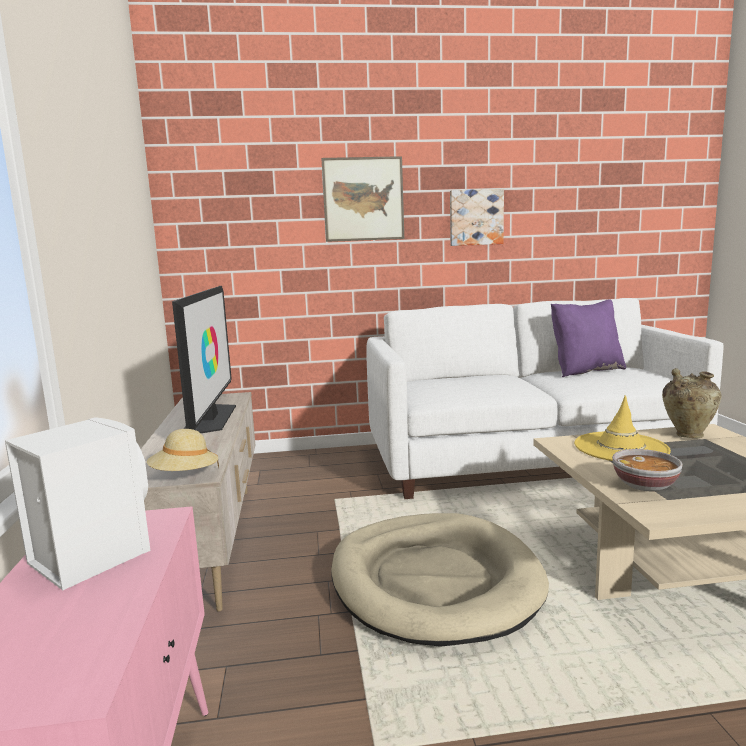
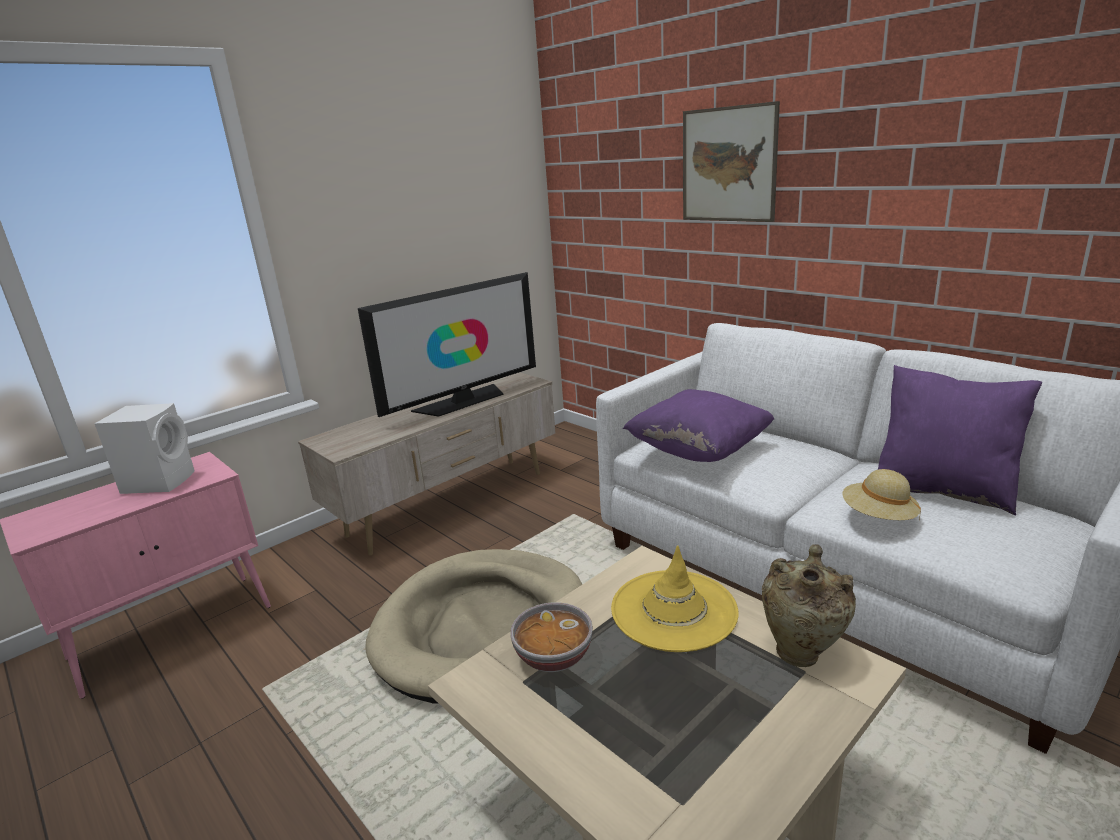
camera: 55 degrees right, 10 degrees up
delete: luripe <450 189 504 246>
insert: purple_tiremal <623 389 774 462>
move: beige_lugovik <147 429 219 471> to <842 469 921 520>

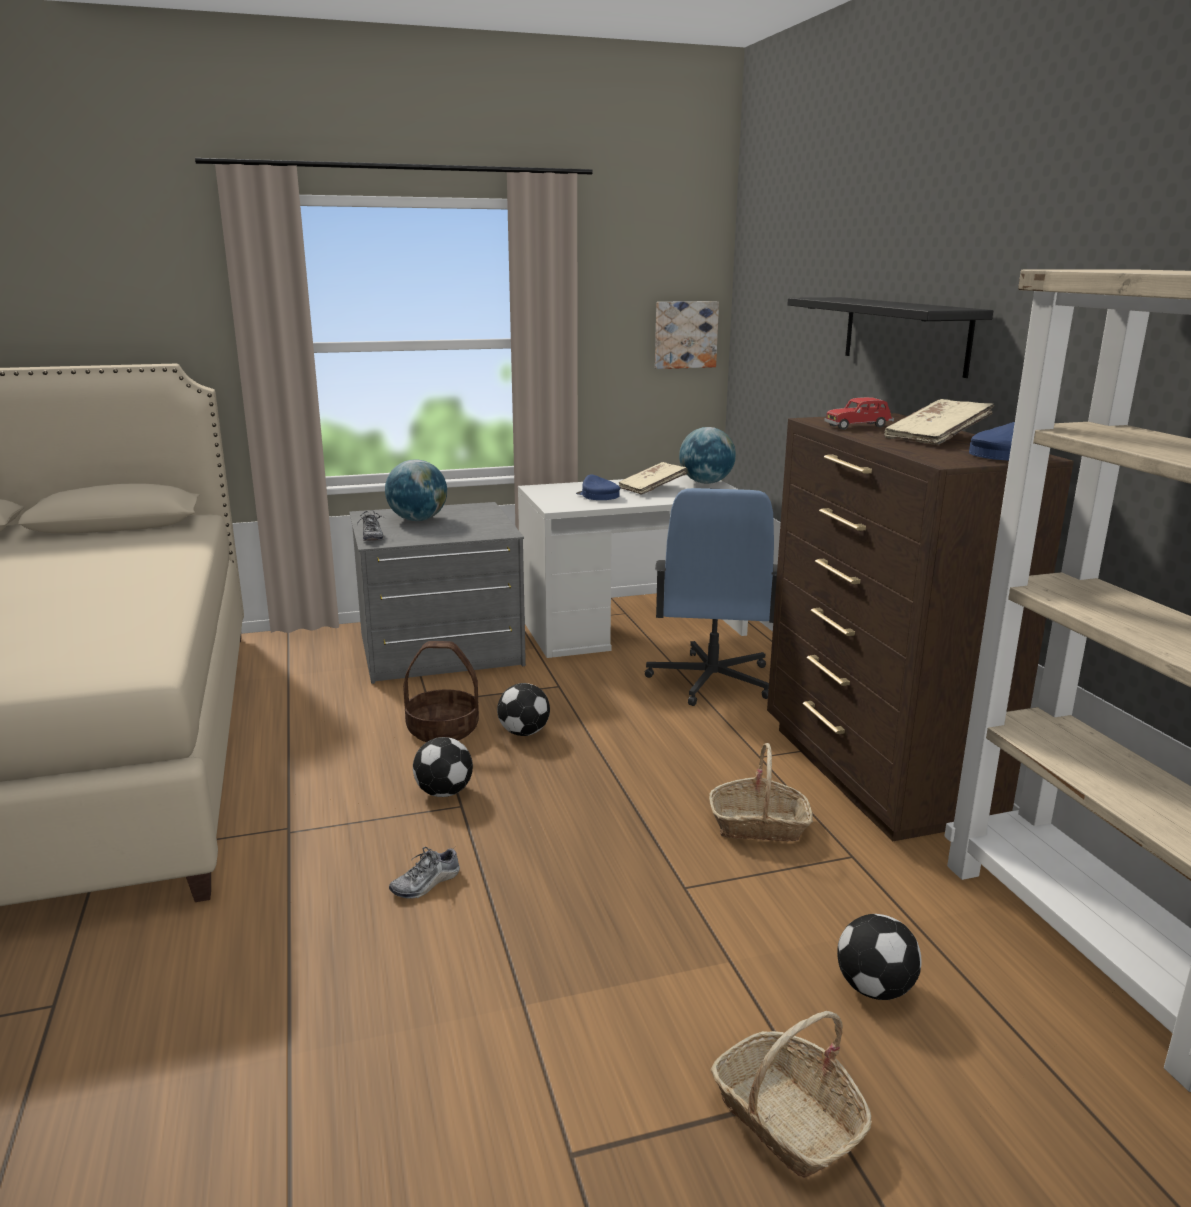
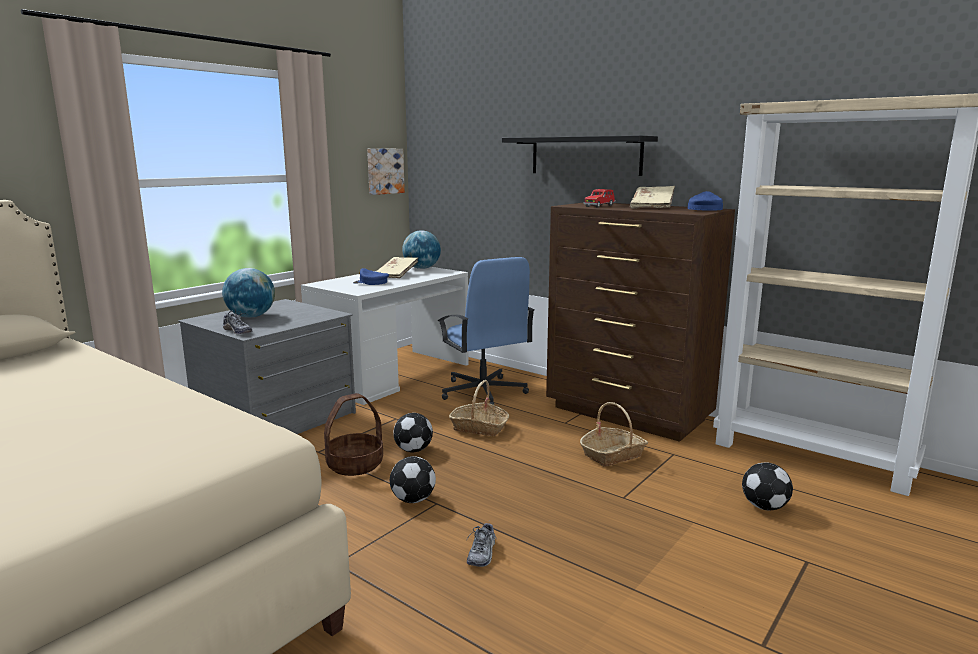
camera: 35 degrees left, 5 degrees down
move: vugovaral <711 1011 872 1178> to <449 380 509 436>

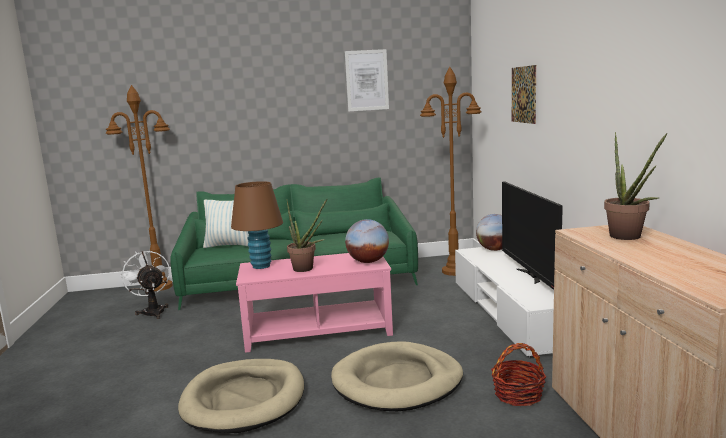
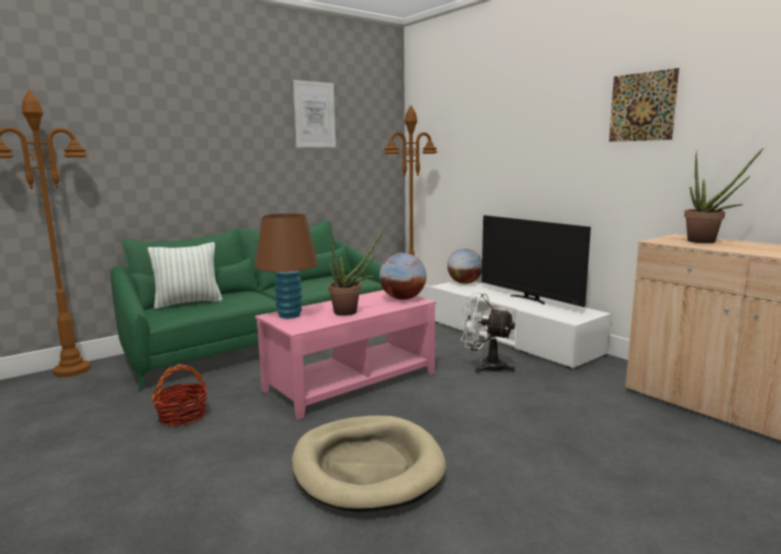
camera: 30 degrees left, 0 degrees up
delete: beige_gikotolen <331 341 463 411>
move: vugovaral <491 343 546 406> to <152 365 207 426>; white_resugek <120 250 170 319> to <460 293 515 373>; luripe <512 65 536 124> to <609 68 679 142>

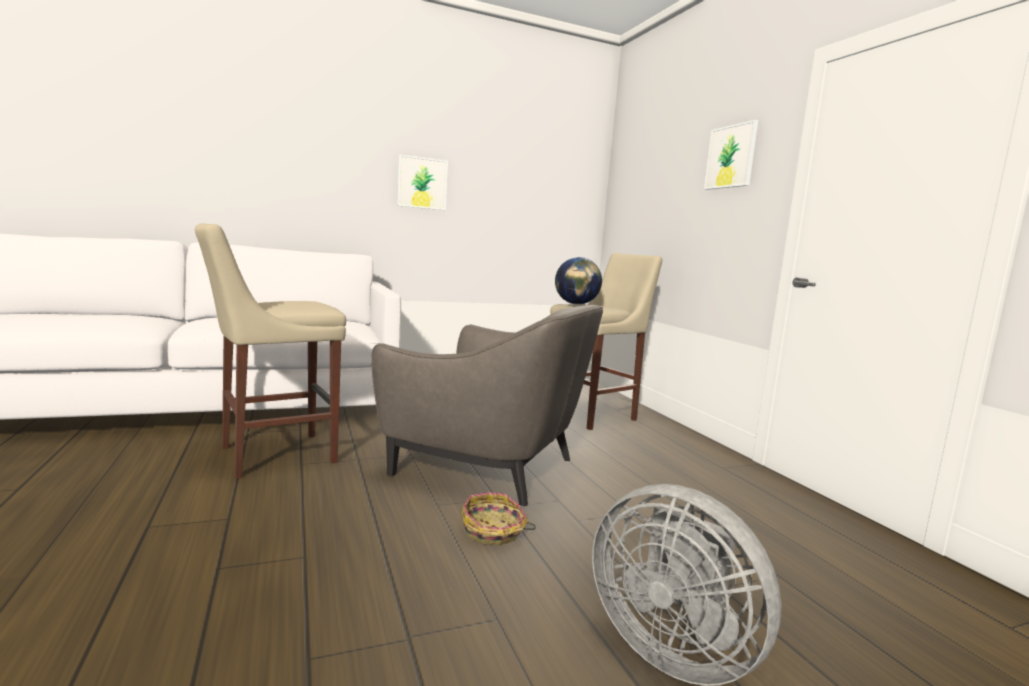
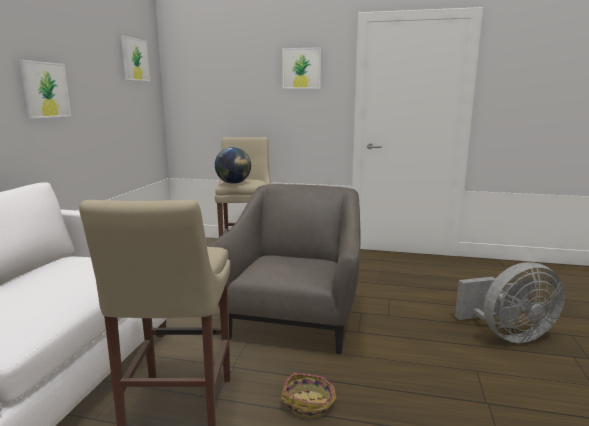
camera: 55 degrees left, 5 degrees up
insert: luripe <121 36 150 81>
move: vugovaral <461 492 536 545> to <281 373 336 419>
rotate: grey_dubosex <371 305 603 506> = <208 184 361 354> 45 degrees counterclockwise

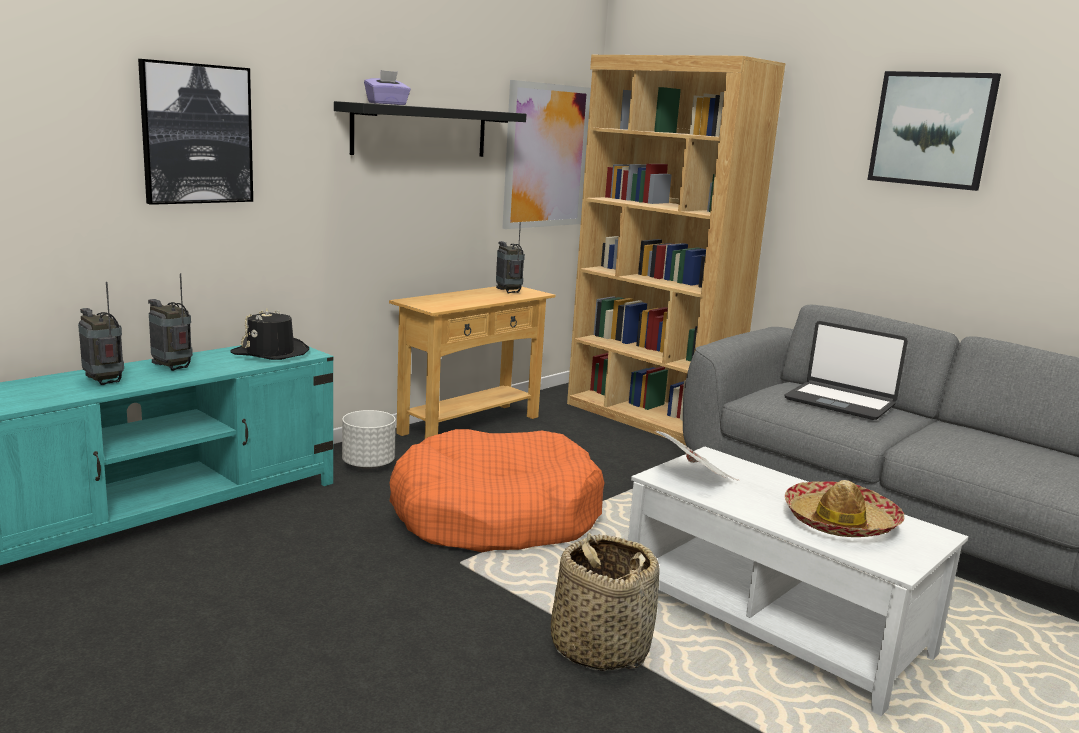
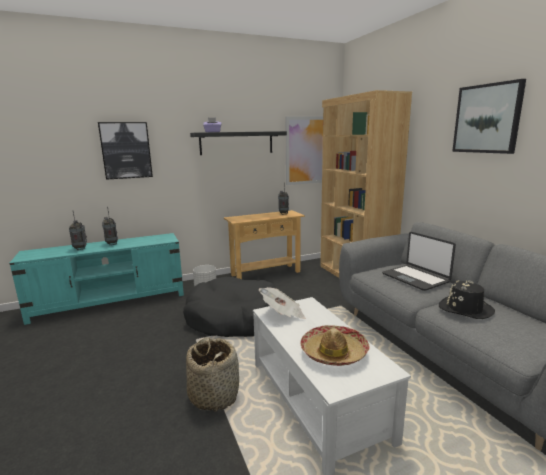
camera: 25 degrees right, 0 degrees up
move: black_lugovik <230 309 309 360> to <439 280 495 319>
recolor: orange_gikotolen <389 429 605 552> to black_gikotolen <183 277 277 337>

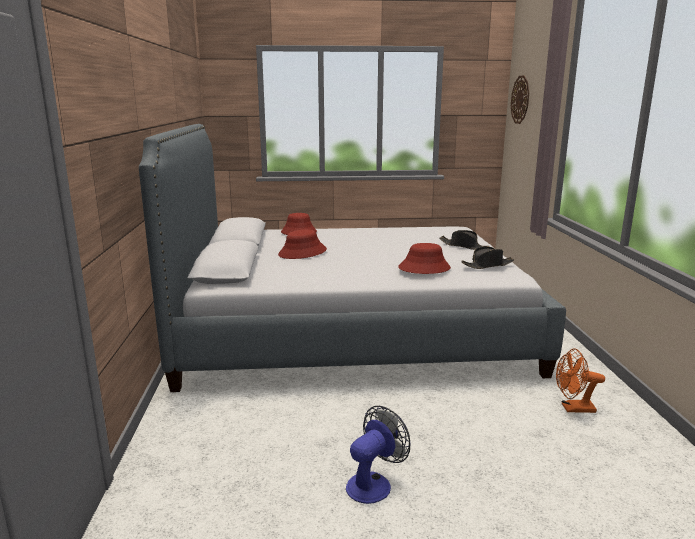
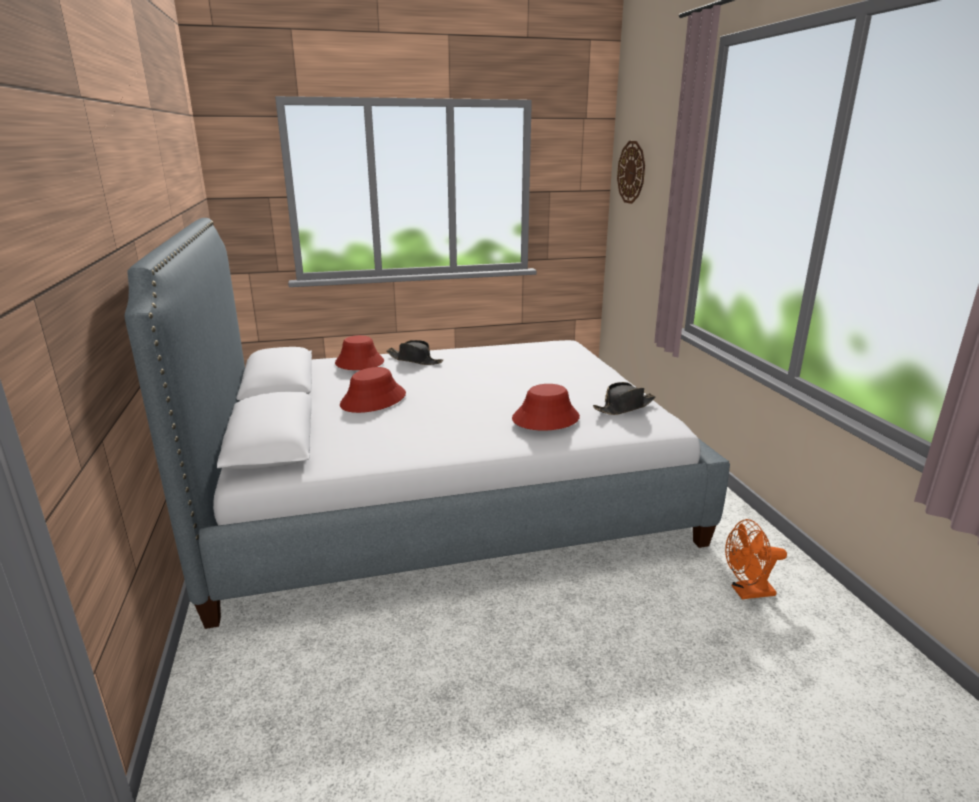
camera: 10 degrees left, 5 degrees up
delete: resugek <346 406 411 504>
move: black_lugovik <440 230 490 250> to <387 340 443 365>

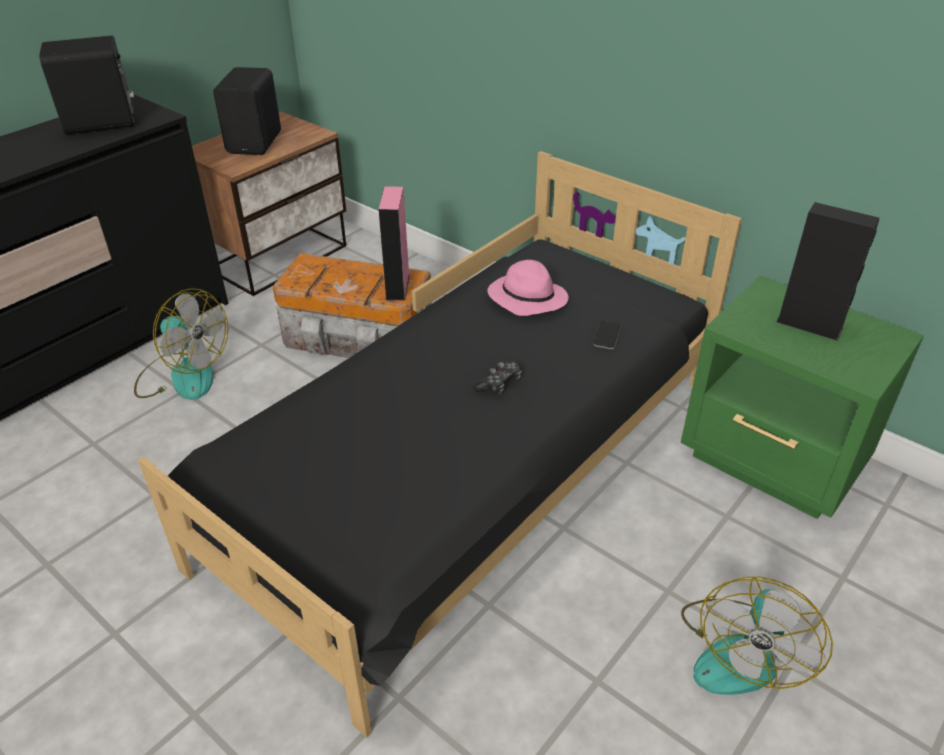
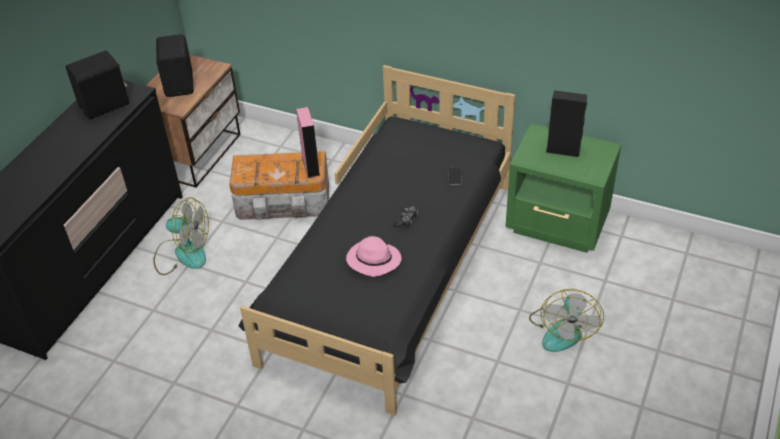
camera: 15 degrees left, 5 degrees up
move: pink_lugovik <487 260 569 316> to <346 236 402 277>

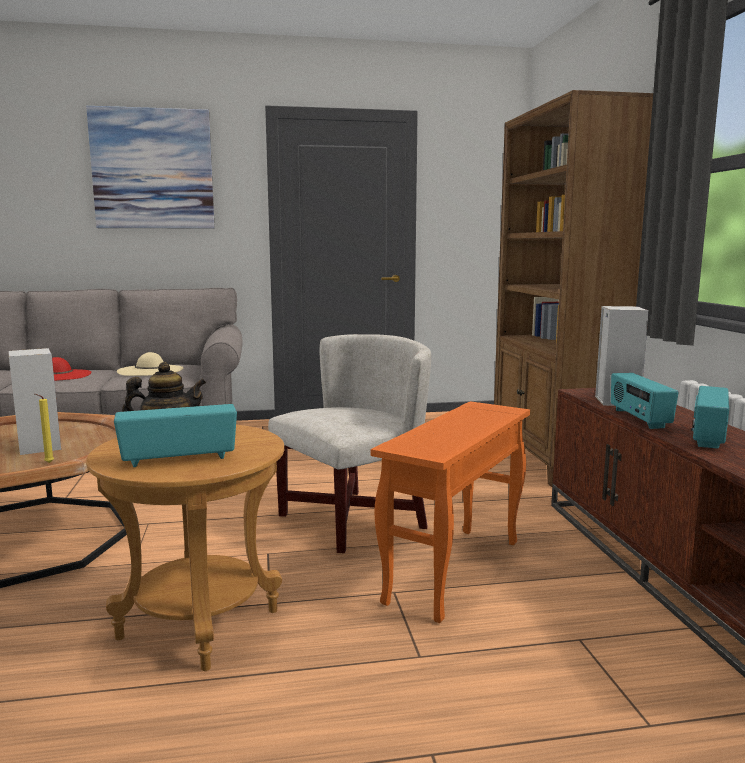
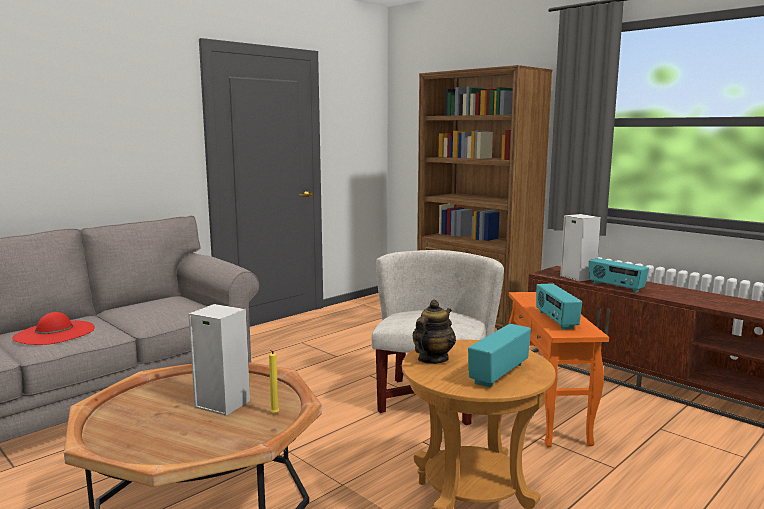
camera: 35 degrees left, 0 degrees up
delete: luripe <86 106 215 229>; beige_lugovik <117 352 183 376>
move: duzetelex <691 386 729 449> to <536 283 582 330>

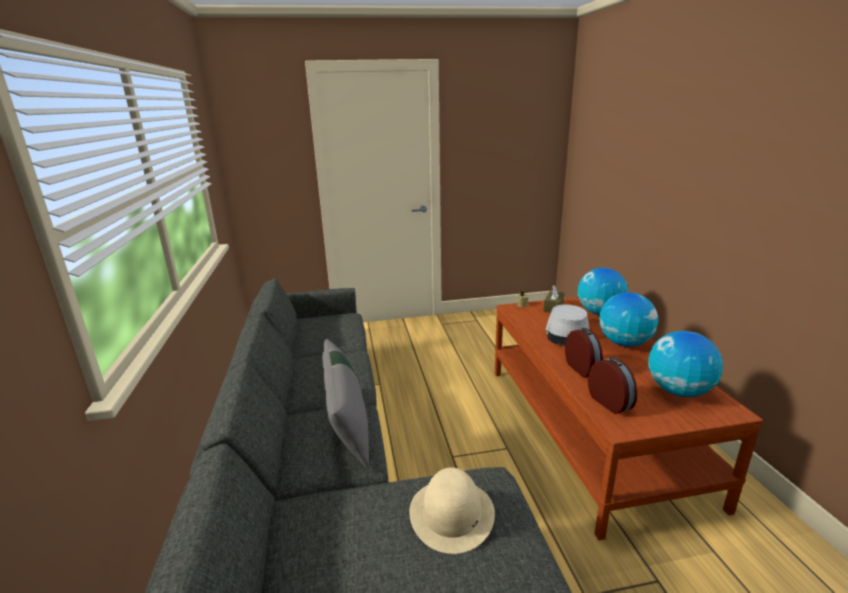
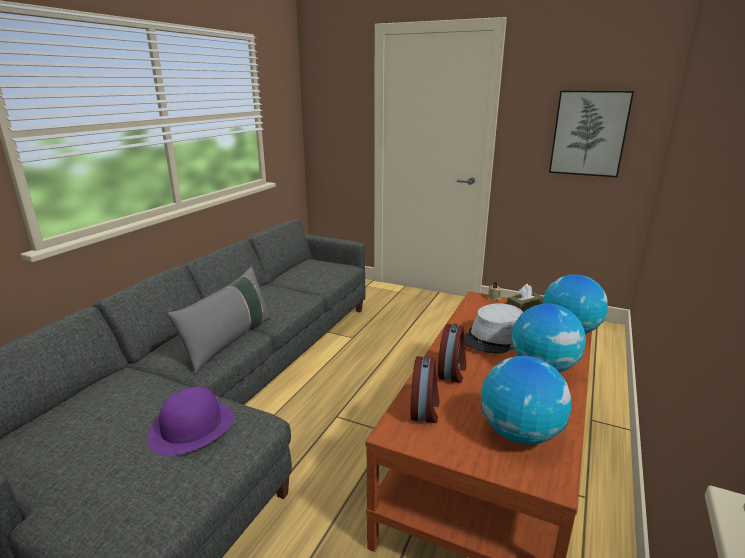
camera: 35 degrees right, 0 degrees up
insert: luripe <549 90 634 177>
recolor: beige_lugovik <409 467 495 554> to purple_lugovik <147 387 234 455>

